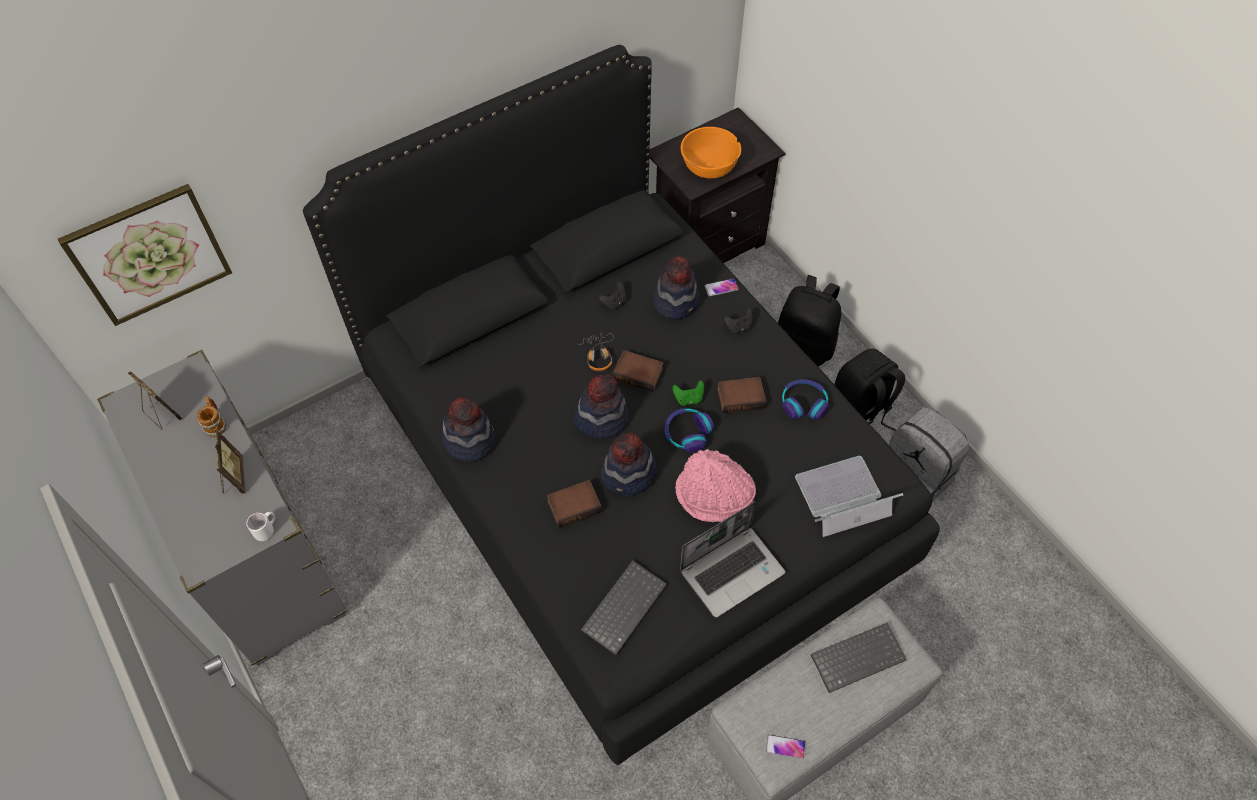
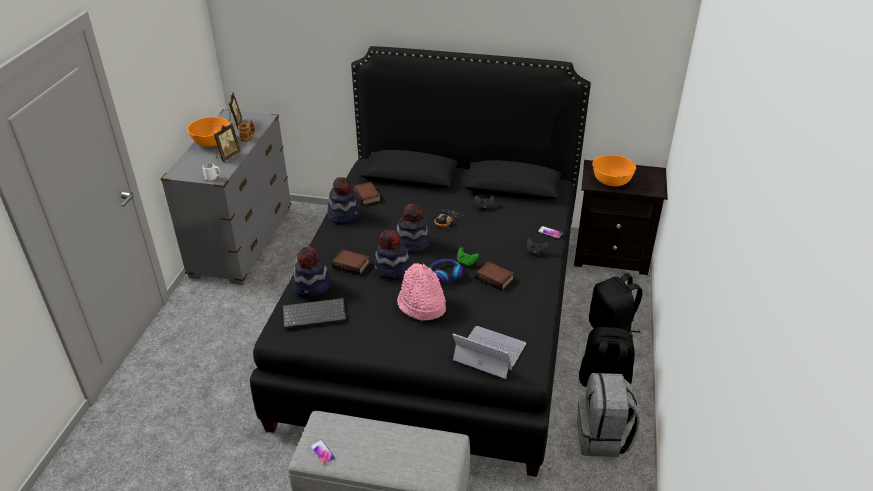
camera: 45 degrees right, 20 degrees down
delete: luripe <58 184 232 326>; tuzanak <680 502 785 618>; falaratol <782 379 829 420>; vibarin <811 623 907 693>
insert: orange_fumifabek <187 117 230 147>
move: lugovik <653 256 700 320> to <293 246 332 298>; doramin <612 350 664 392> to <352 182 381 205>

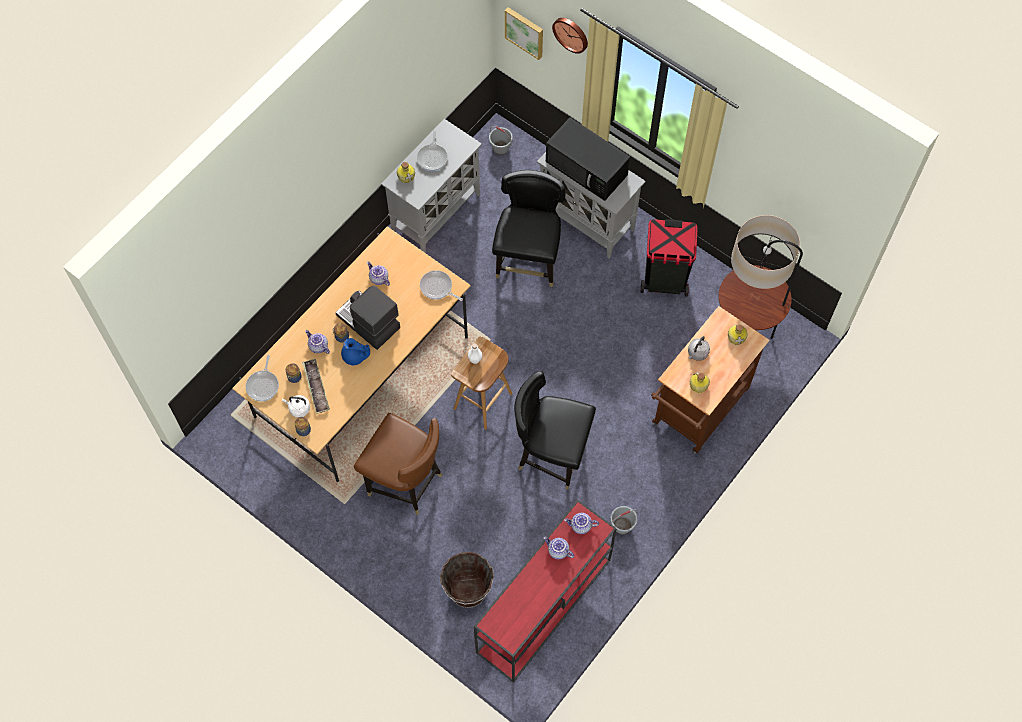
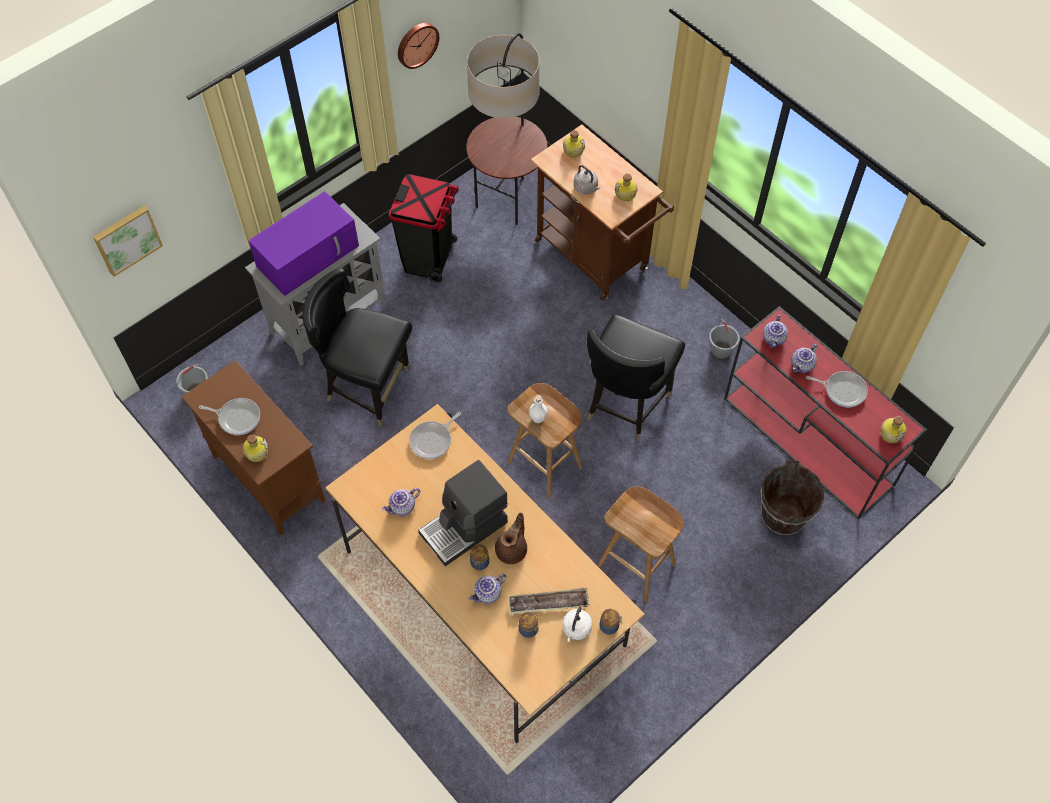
camera: 80 degrees left, 5 degrees down
insert: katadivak <881 416 907 443>
move: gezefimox <552 18 588 54> to <398 23 439 69>; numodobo <246 355 279 401> to <806 371 868 407>
replace: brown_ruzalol <354 413 442 515> to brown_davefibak <598 486 684 602>
recolor: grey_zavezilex <381 119 482 253> to brown_zavezilex <182 360 326 535>; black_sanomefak <546 117 630 201> to purple_sanomefak <248 191 359 296>; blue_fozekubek <341 338 370 365> to brown_fozekubek <495 512 527 564>

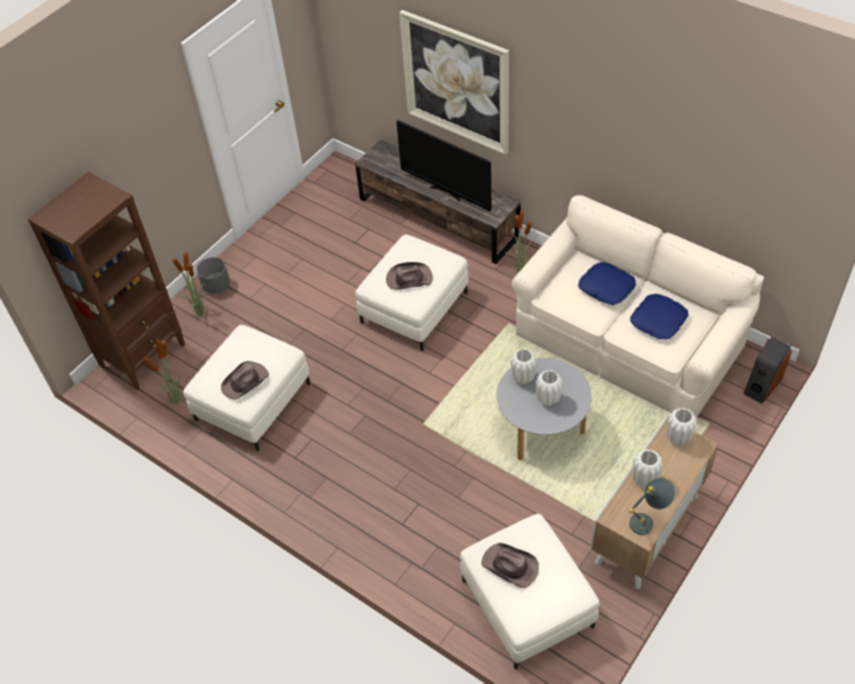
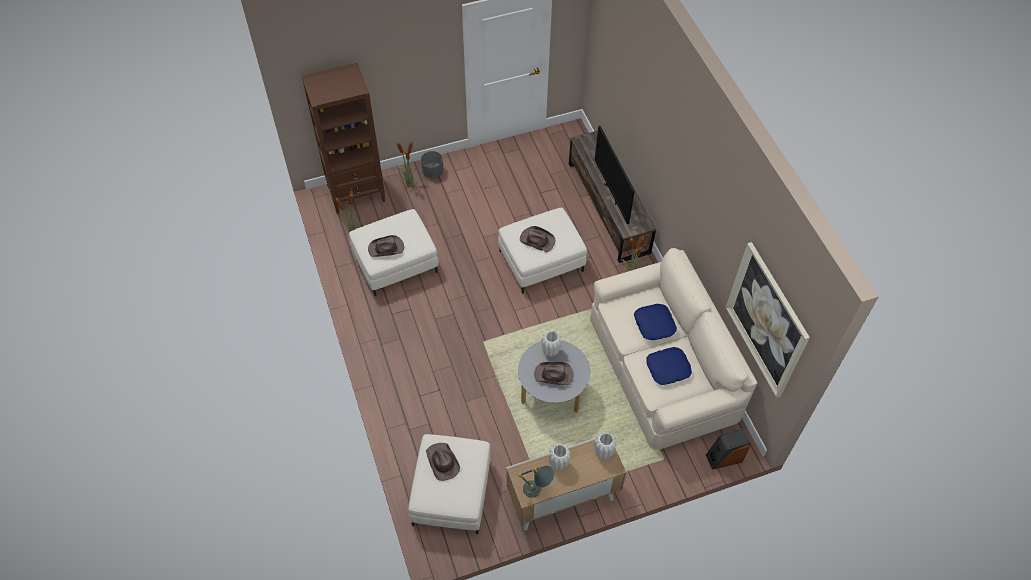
camera: 30 degrees right, 5 degrees up
move: luripe <399 10 509 155> to <725 242 810 398>
replace: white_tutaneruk <536 370 563 406> to brown_lugovik <534 362 573 386>

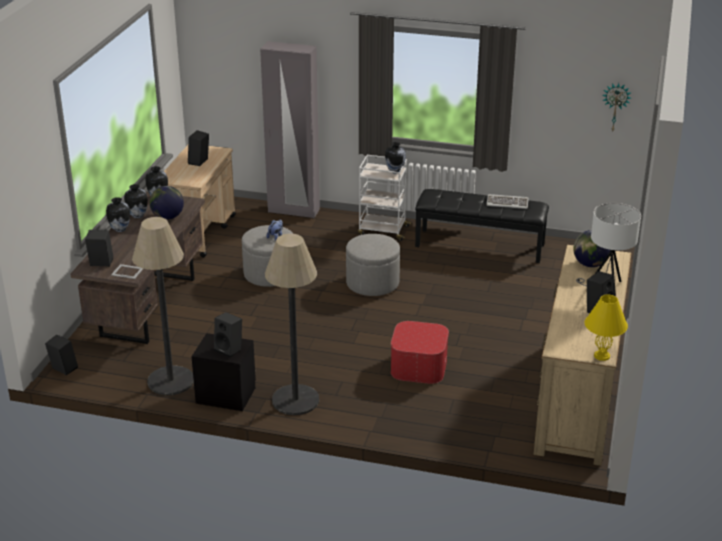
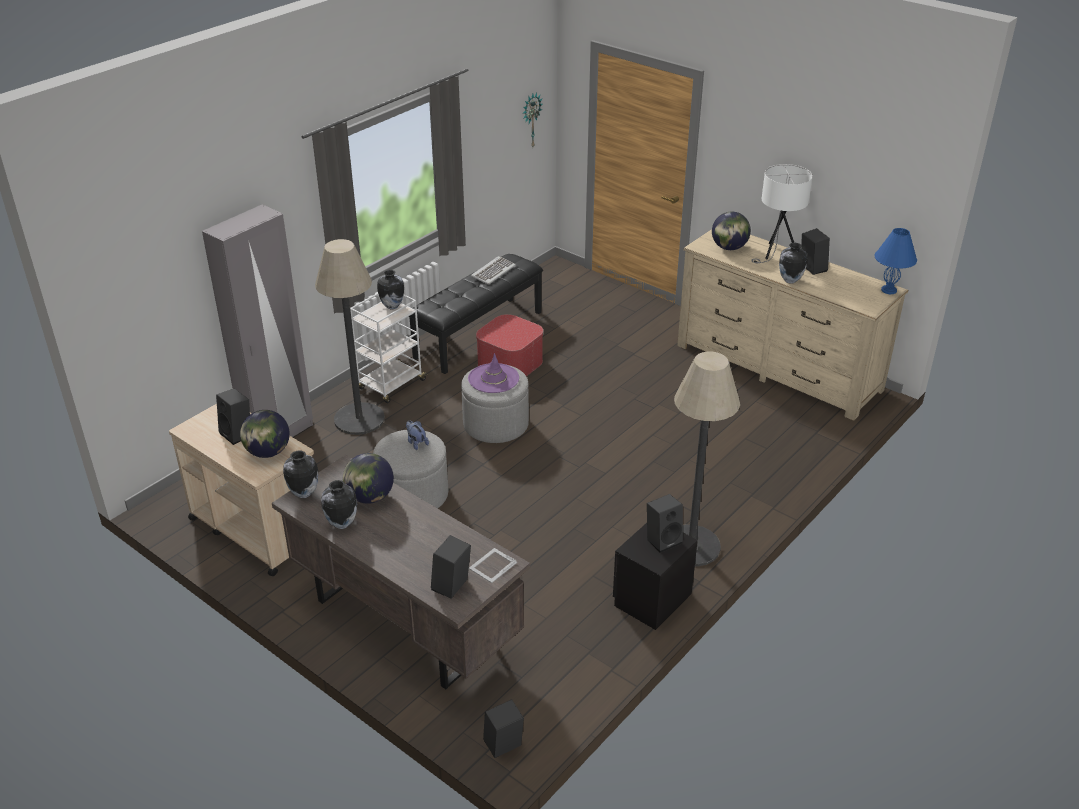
camera: 65 degrees left, 5 degrees up
insert: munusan <240 410 290 458>; purple_lugovik <468 353 519 393>
move: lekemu <132 217 194 395> to <315 239 385 435>; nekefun <391 321 449 384> to <476 314 543 377>; tutaneruk <106 197 130 232> to <779 243 807 284>
recolor: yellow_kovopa <585 294 628 361> to blue_kovopa <875 228 917 294>

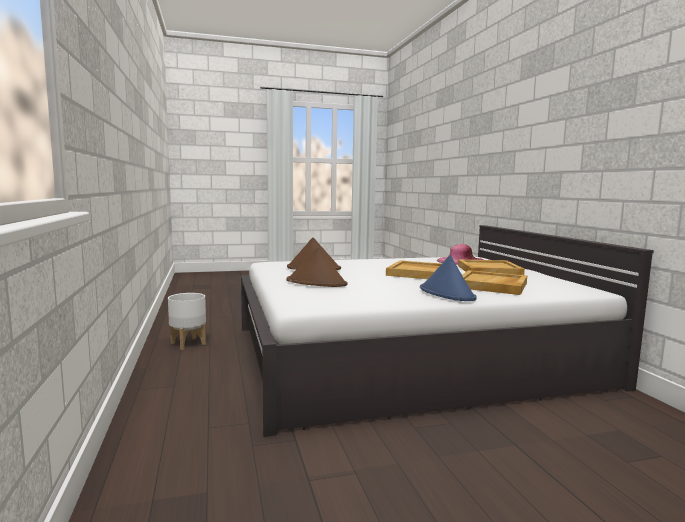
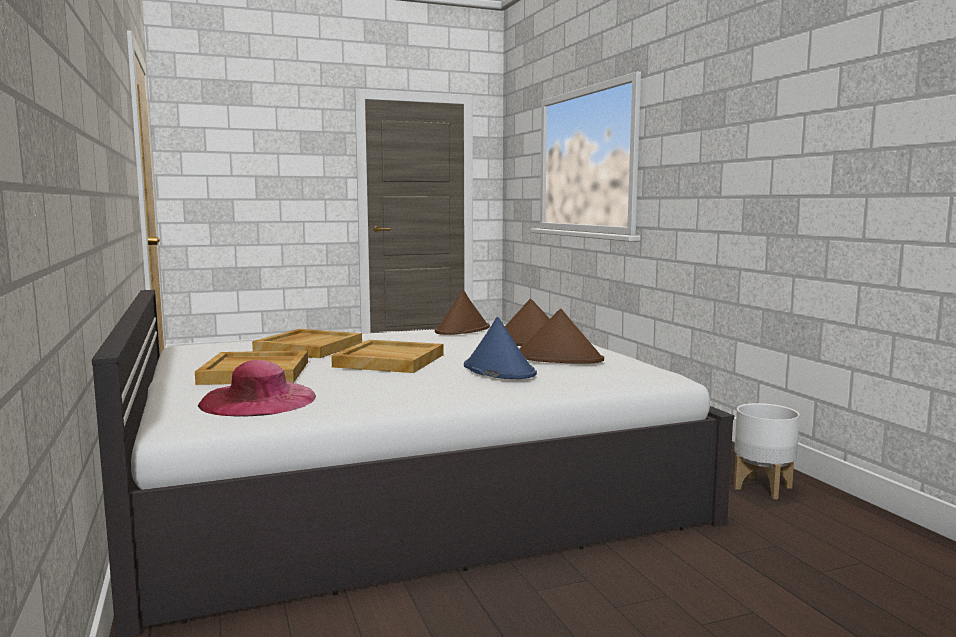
camera: 175 degrees right, 0 degrees up
insert: brown_lugovik <435 290 490 335>
move: blue_lugovik <420 255 477 301> to <464 316 537 379>

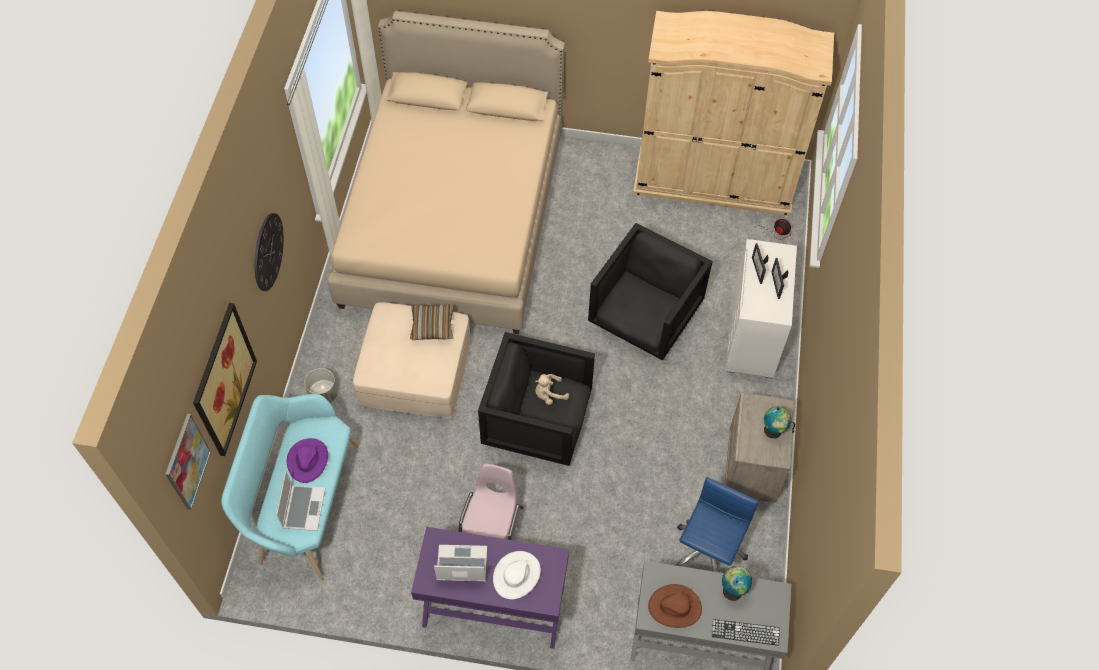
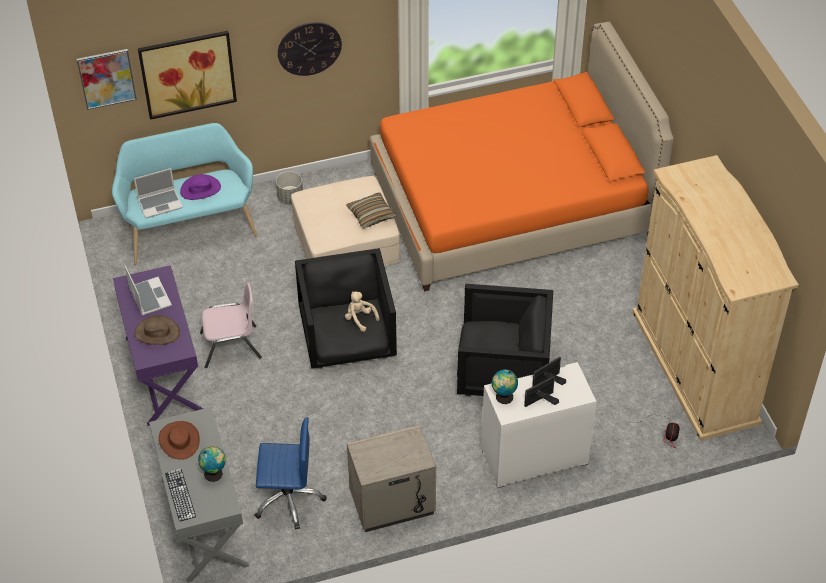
camera: 65 degrees right, 10 degrees down
move: munusan <764 406 792 438> to <492 370 518 404>
recolor: white_lugovik <493 551 541 599> to brown_lugovik <135 315 180 345>; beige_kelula <327 11 565 334> to orange_kelula <370 22 674 292>

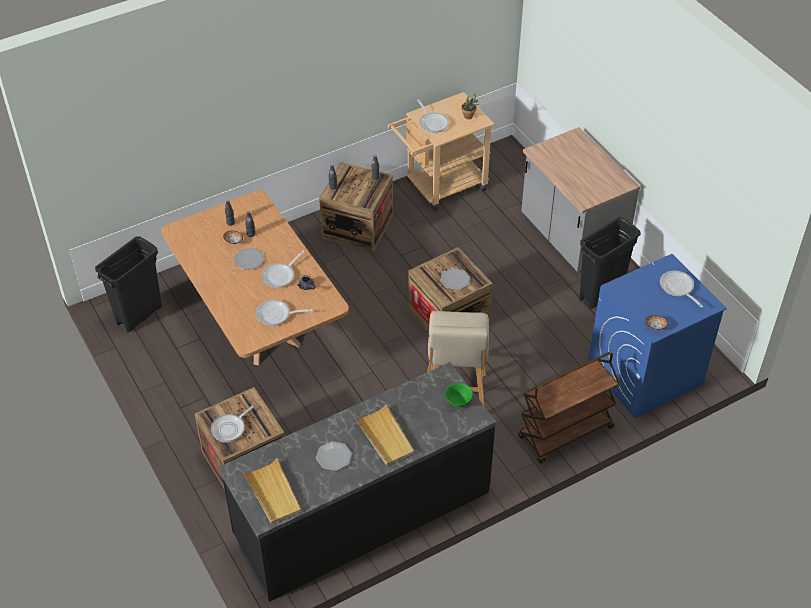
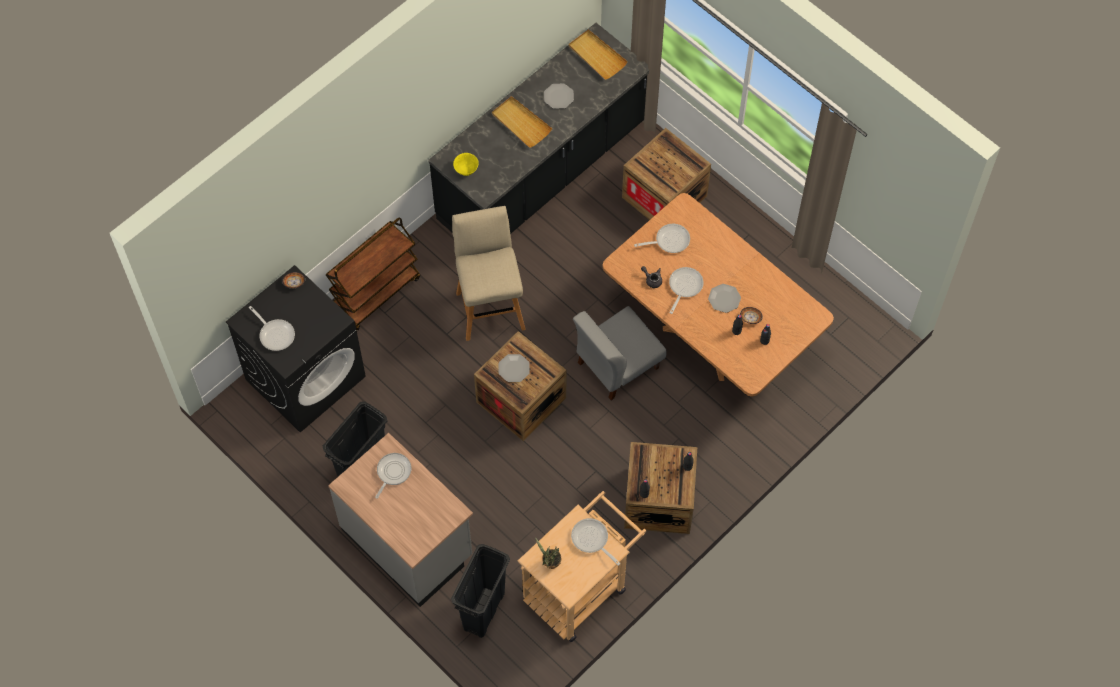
camera: 165 degrees right, 15 degrees up
insert: grey_ruzalol <573 306 666 400>
move: numodobo <211 406 254 443> to <375 453 411 499>; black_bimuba <95 237 162 332> to <451 544 510 638>
recolor: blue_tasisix <588 254 727 418> to black_tasisix <226 265 366 433>; green_fumifabek <445 383 473 407> to yellow_fumifabek <453 153 479 176>

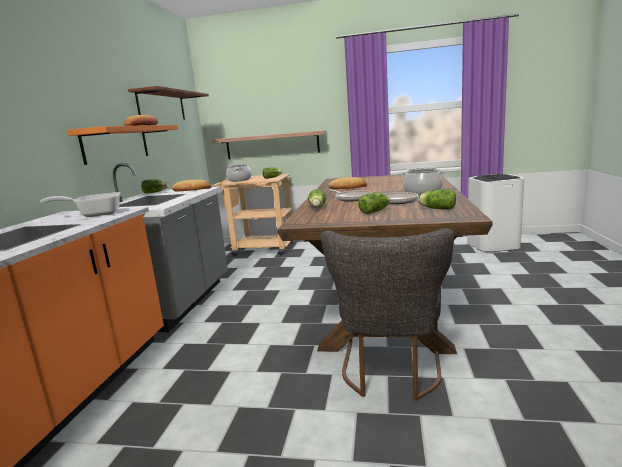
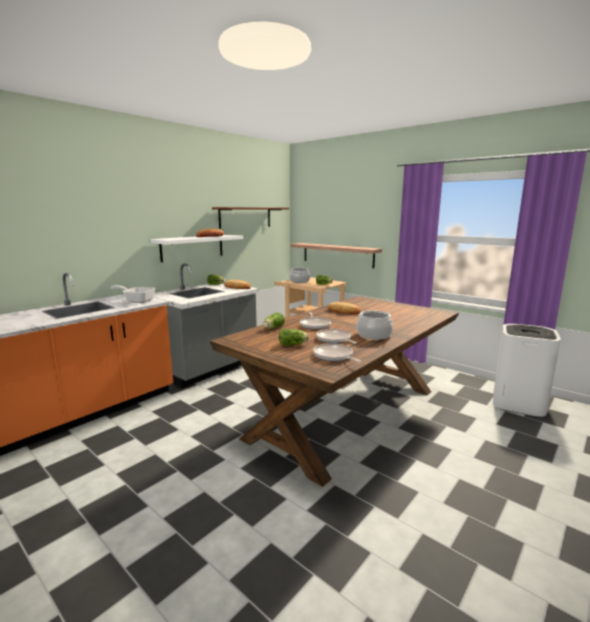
camera: 30 degrees right, 0 degrees up
delete: grey_ruzalol <320 228 454 401>
replace: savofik <418 189 456 210> to numodobo <313 343 361 362>
recolor: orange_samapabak <67 125 178 165> to white_samapabak <151 235 243 262>

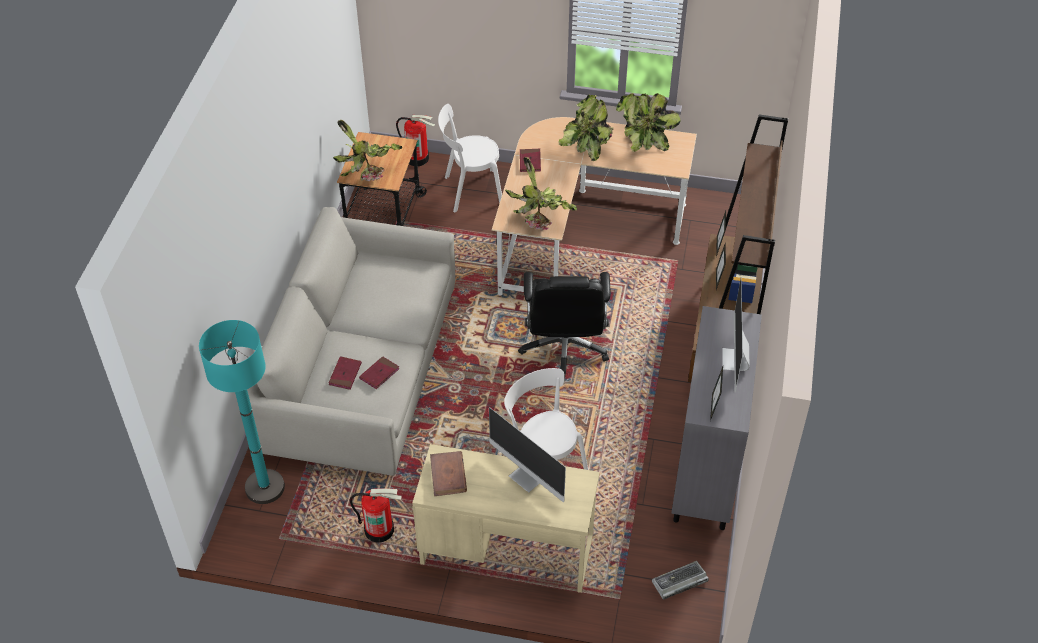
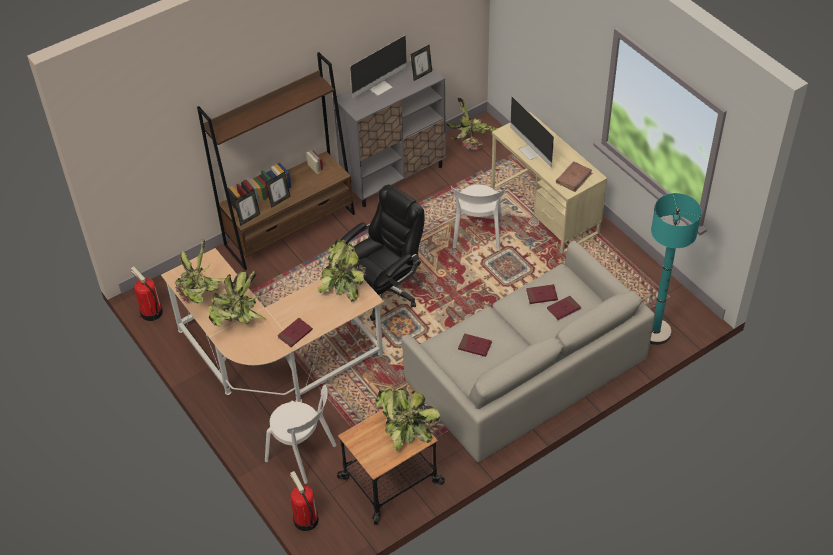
camera: 135 degrees left, 0 degrees up
insert: red_doramin <458 334 492 357>
move: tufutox <350 488 402 543> to <131 267 163 321>
replace: vibarin <652 561 709 600> to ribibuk <446 97 497 150>
rotate: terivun <489 407 566 502> = <510 96 554 167> 150 degrees clockwise

